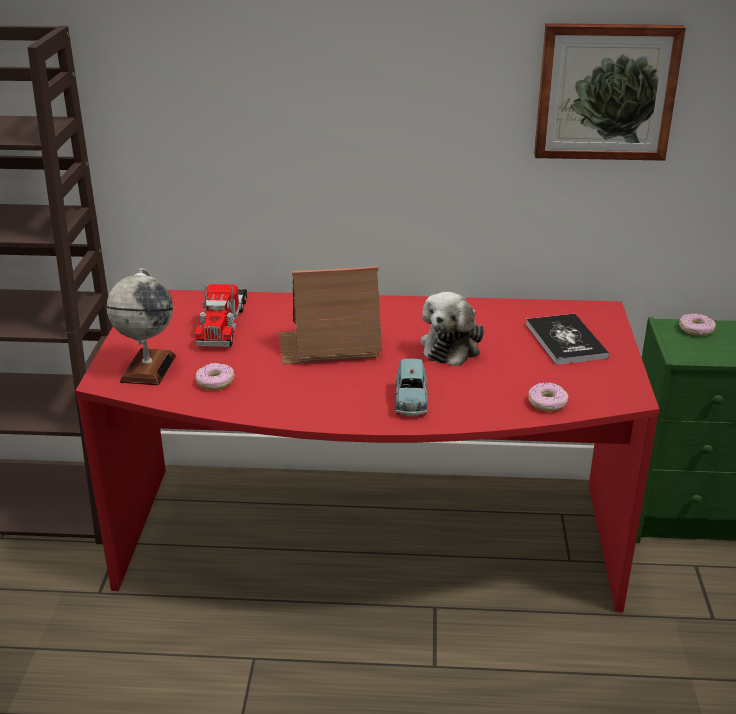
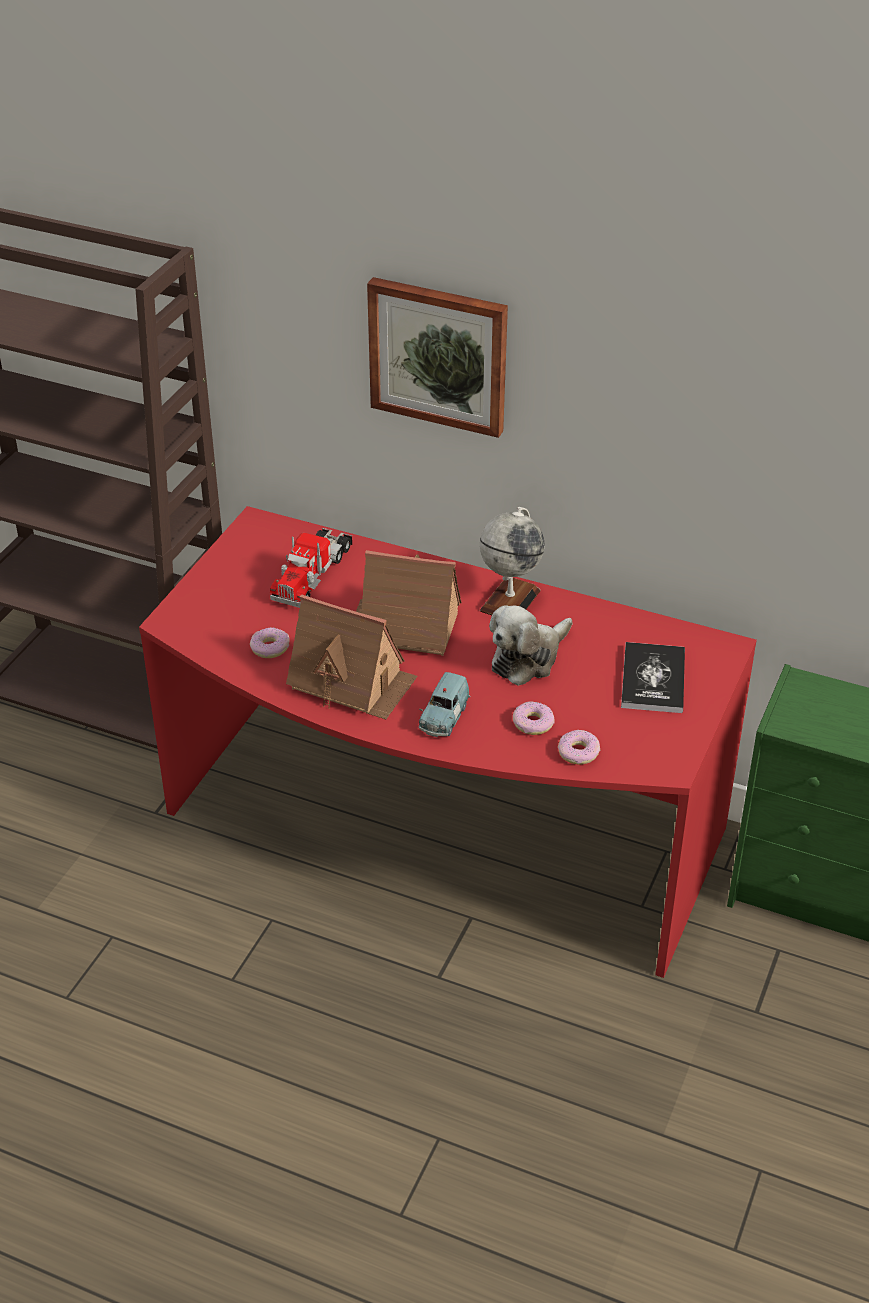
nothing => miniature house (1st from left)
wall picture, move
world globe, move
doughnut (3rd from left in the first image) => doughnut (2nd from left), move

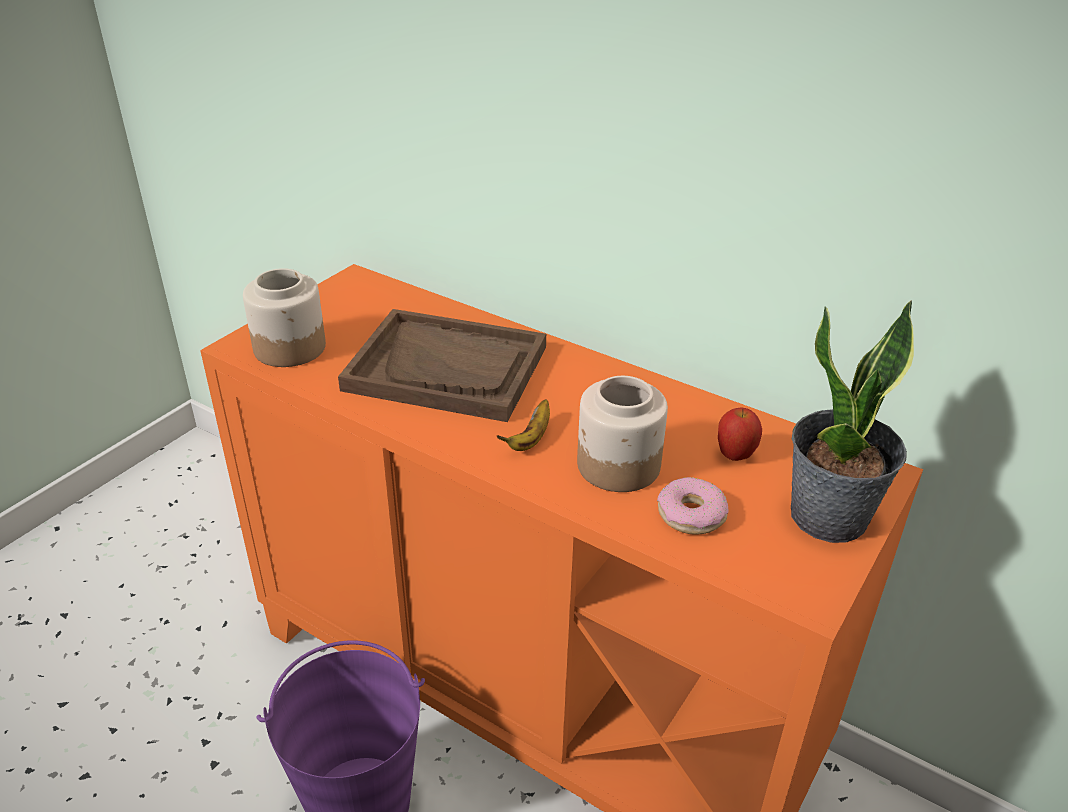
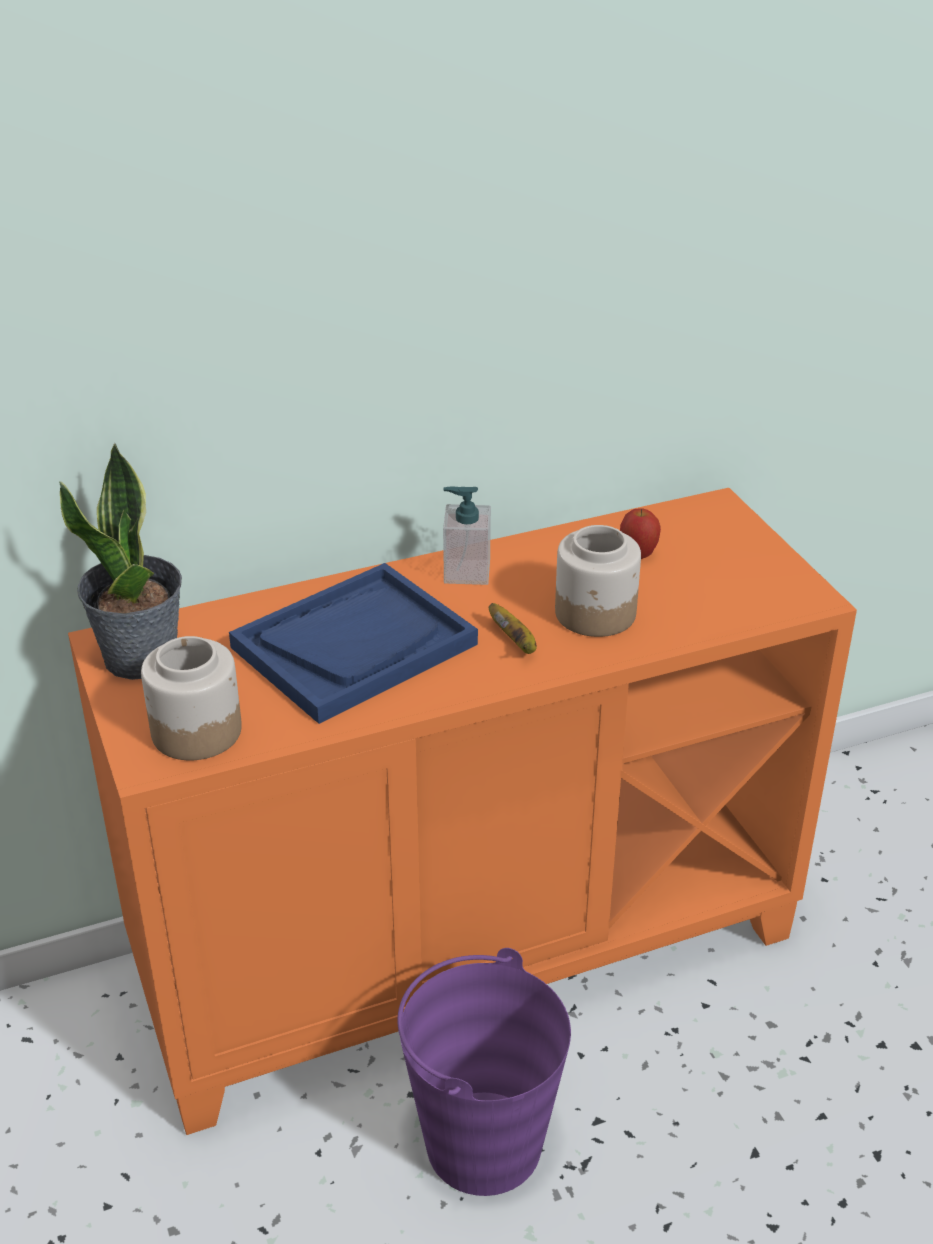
potted plant, move
brown-coloured carrying tray => blue carrying tray
nothing => soap dispenser
doughnut => nothing

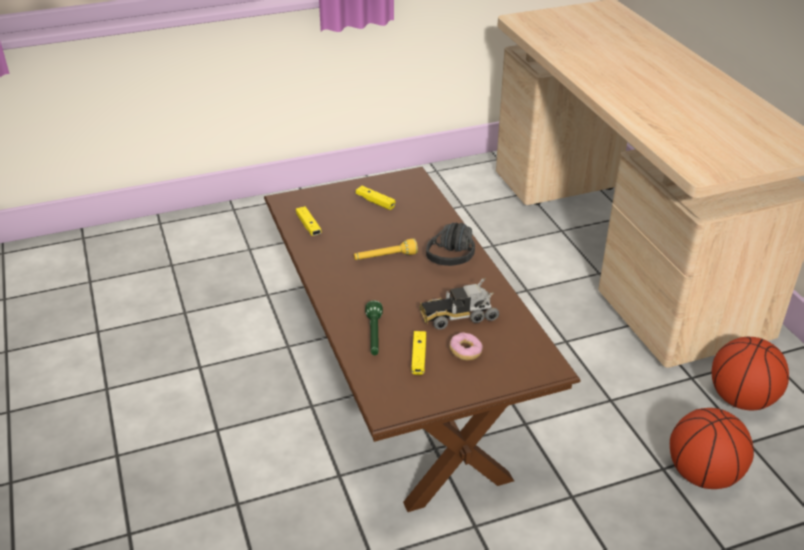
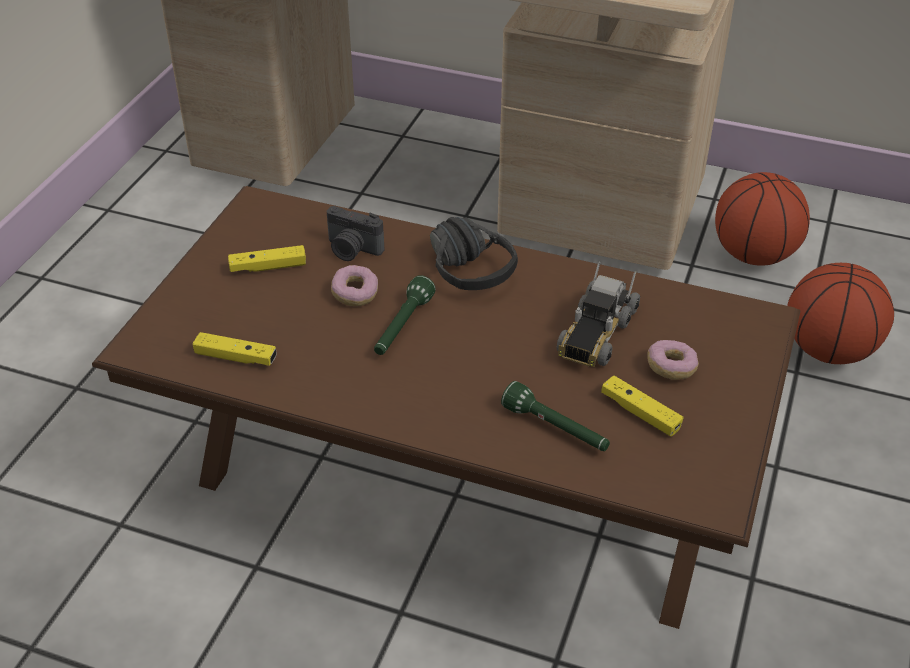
nothing => photo camera
nothing => doughnut (1st from left)
yellowish hand torch => greenish hand torch (1st from left)

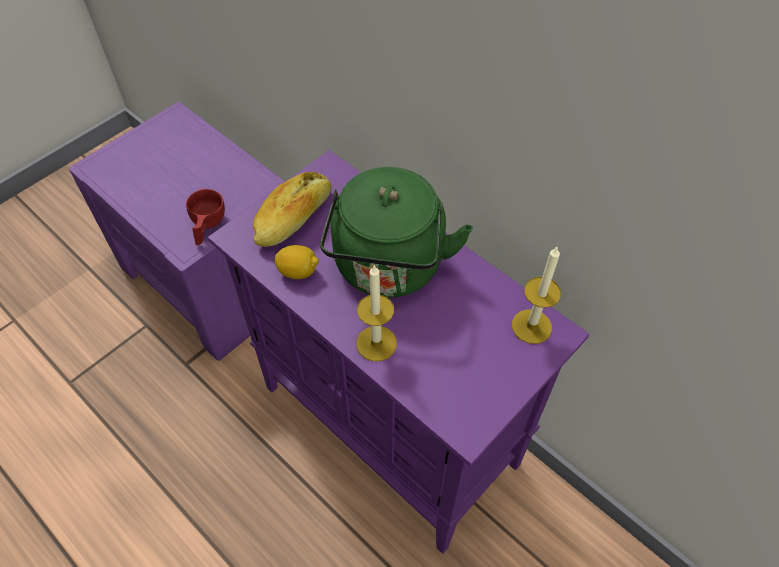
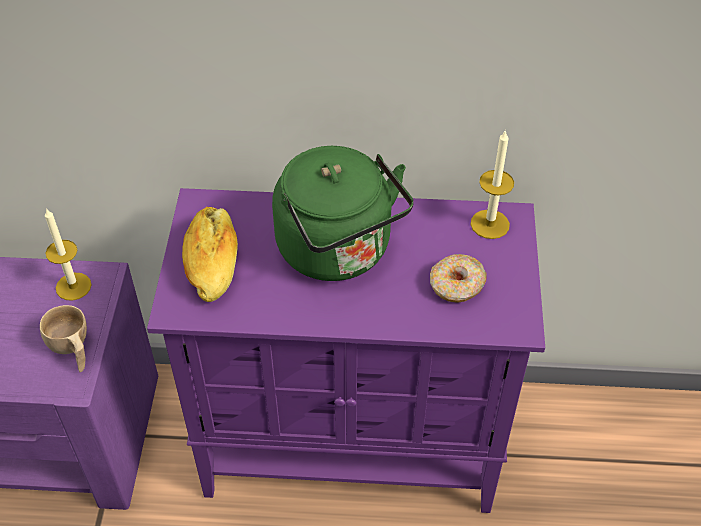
red-coloured small cup => beige small cup
candle (1st from left), move
nothing => doughnut
citrus fruit => nothing

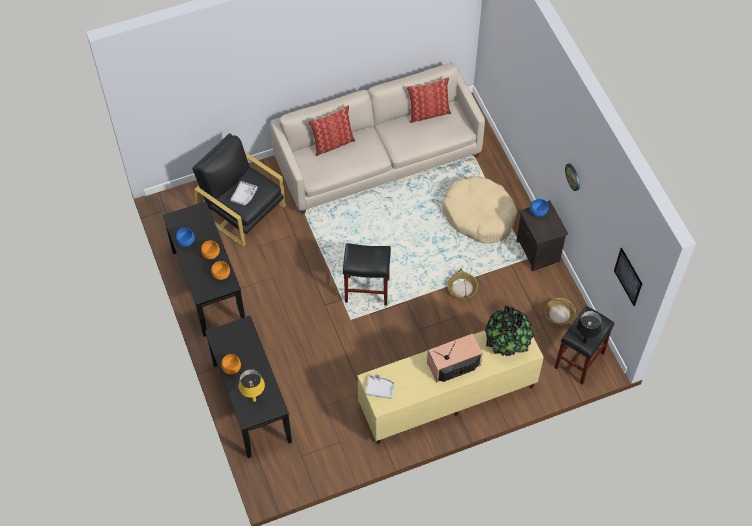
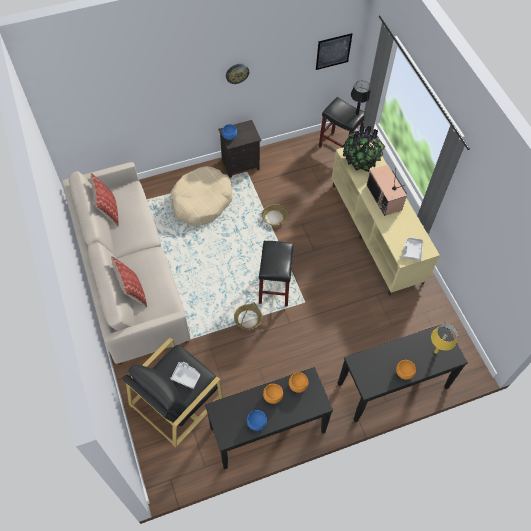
storage basket (2nd from left in the first image) => storage basket (1st from left), move

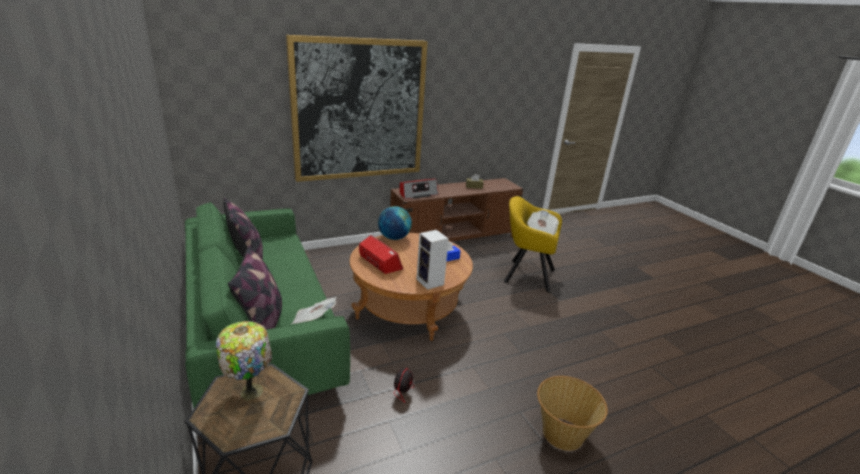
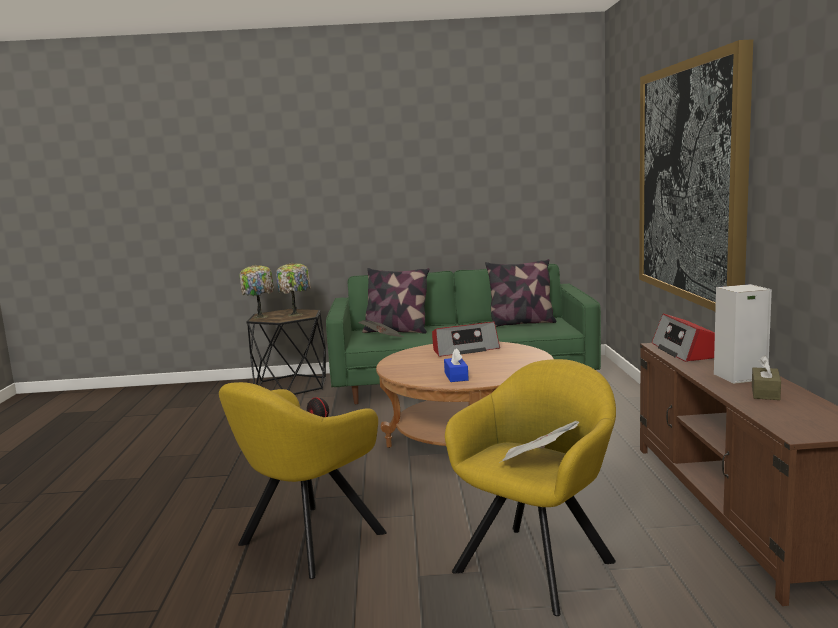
nothing => yellowish easy chair (1st from left)
nothing => tabletop lamp (1st from left)
loudspeaker, move
world globe => nothing
storage basket => nothing

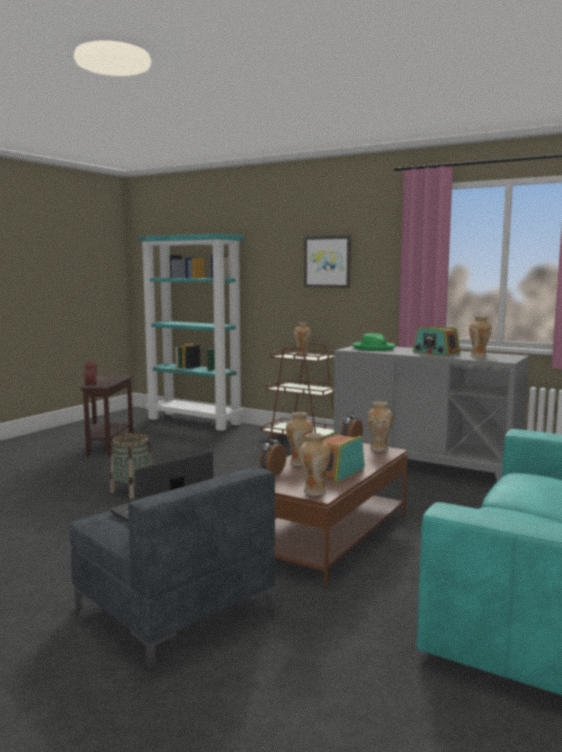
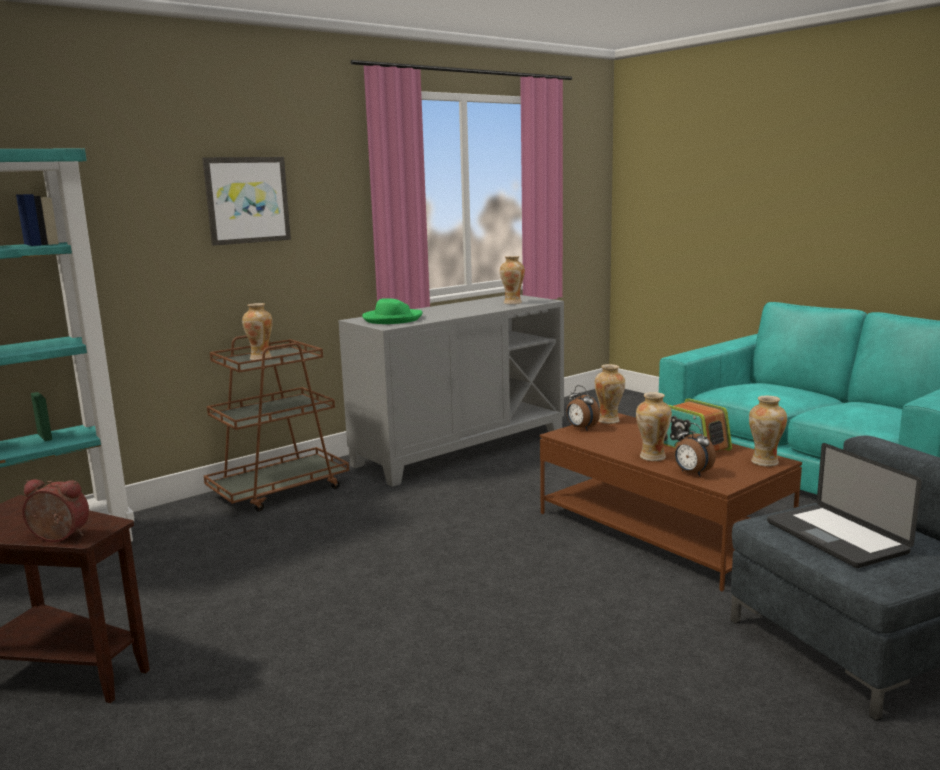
storage basket => nothing
radio receiver (2nd from left) => nothing

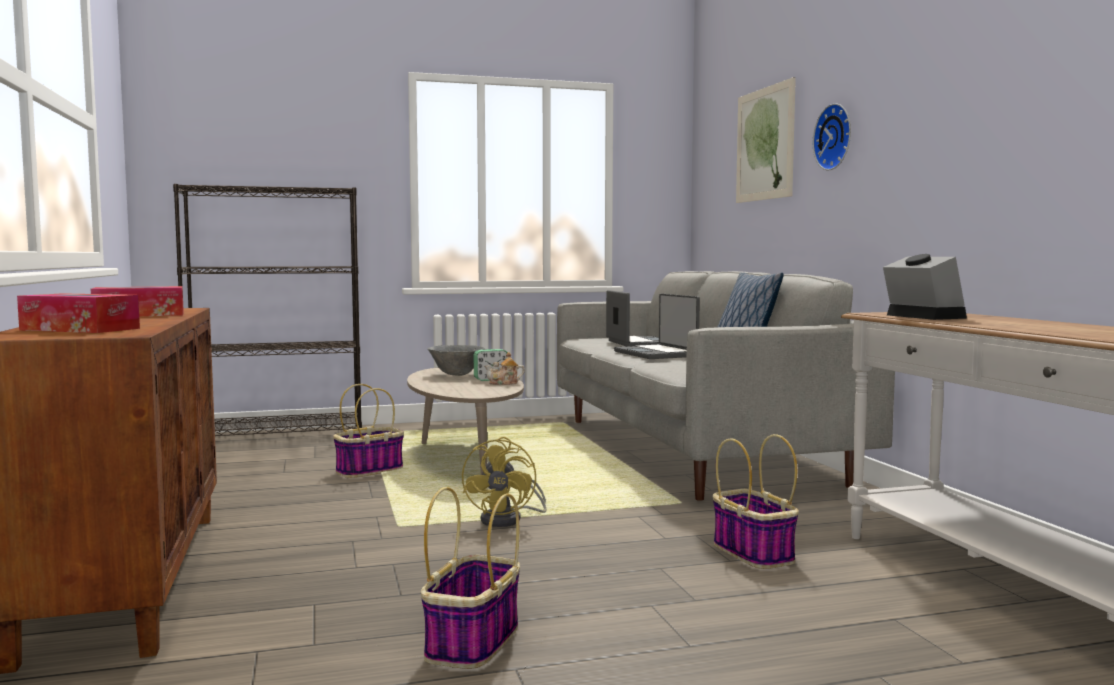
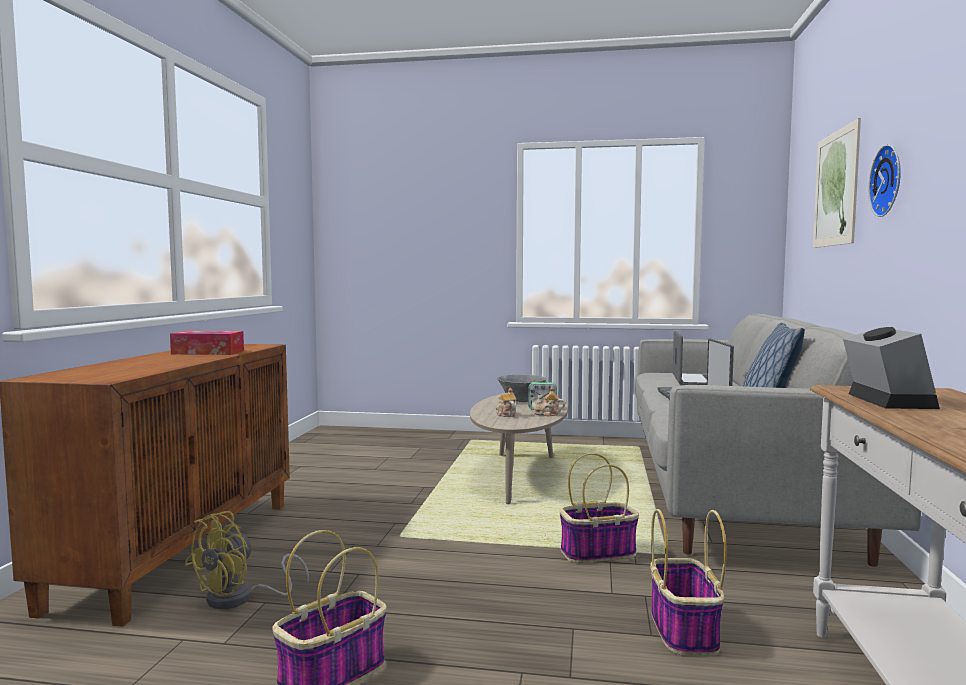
yellowish cooling fan, move
nothing => tea pot (1st from left)
storage basket (1st from left in the first image) => storage basket (2nd from left), move
box of tissues (1st from left) => nothing
black-coloured shelving unit => nothing

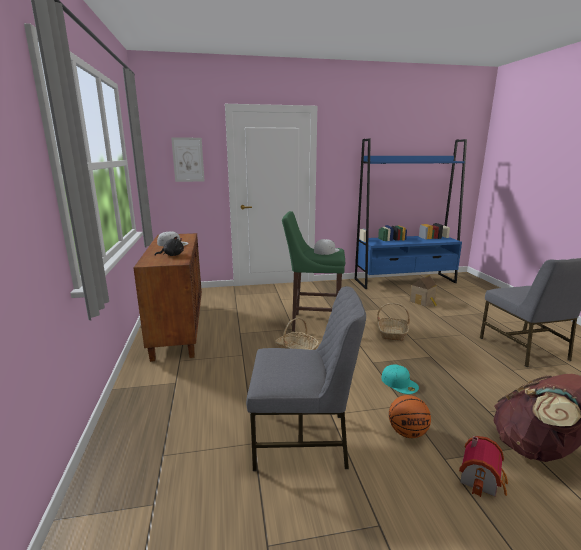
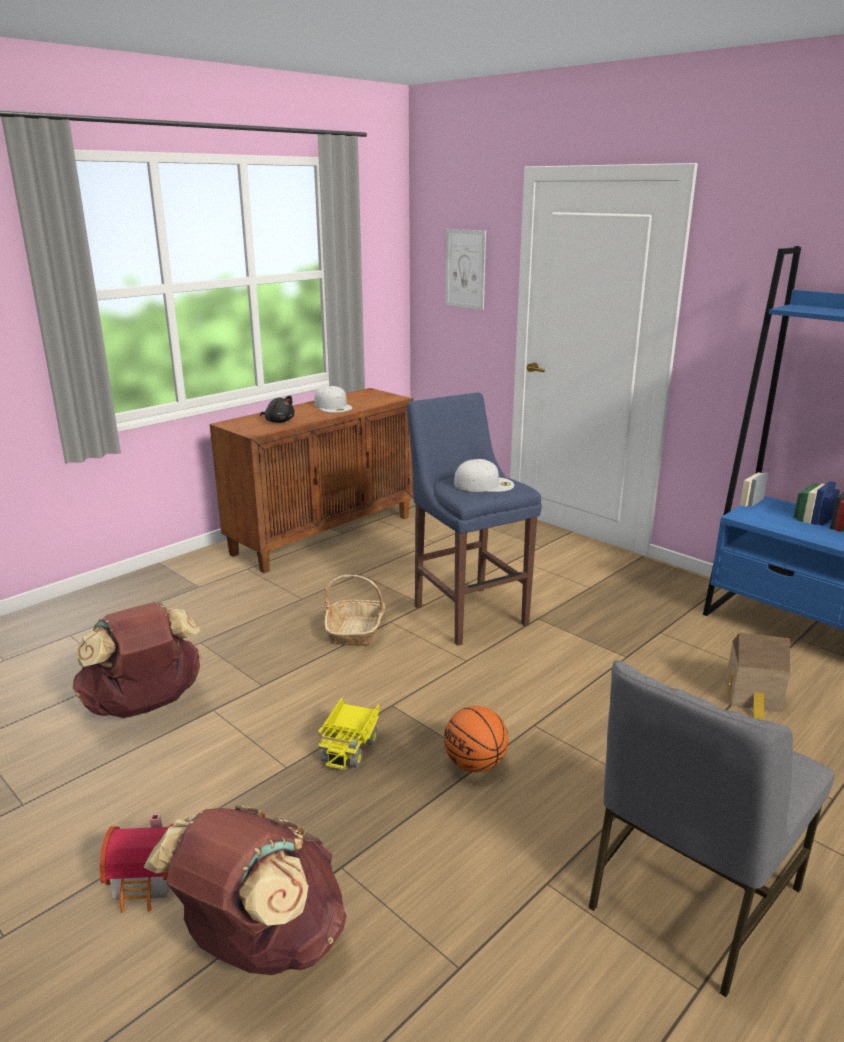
greyish upright chair (1st from left) => brown-coloured knapsack (1st from left)
turquoise peaked cap => model truck
greenish stool => blue stool
ball for basketball, move
storage basket (2nd from left) => nothing

